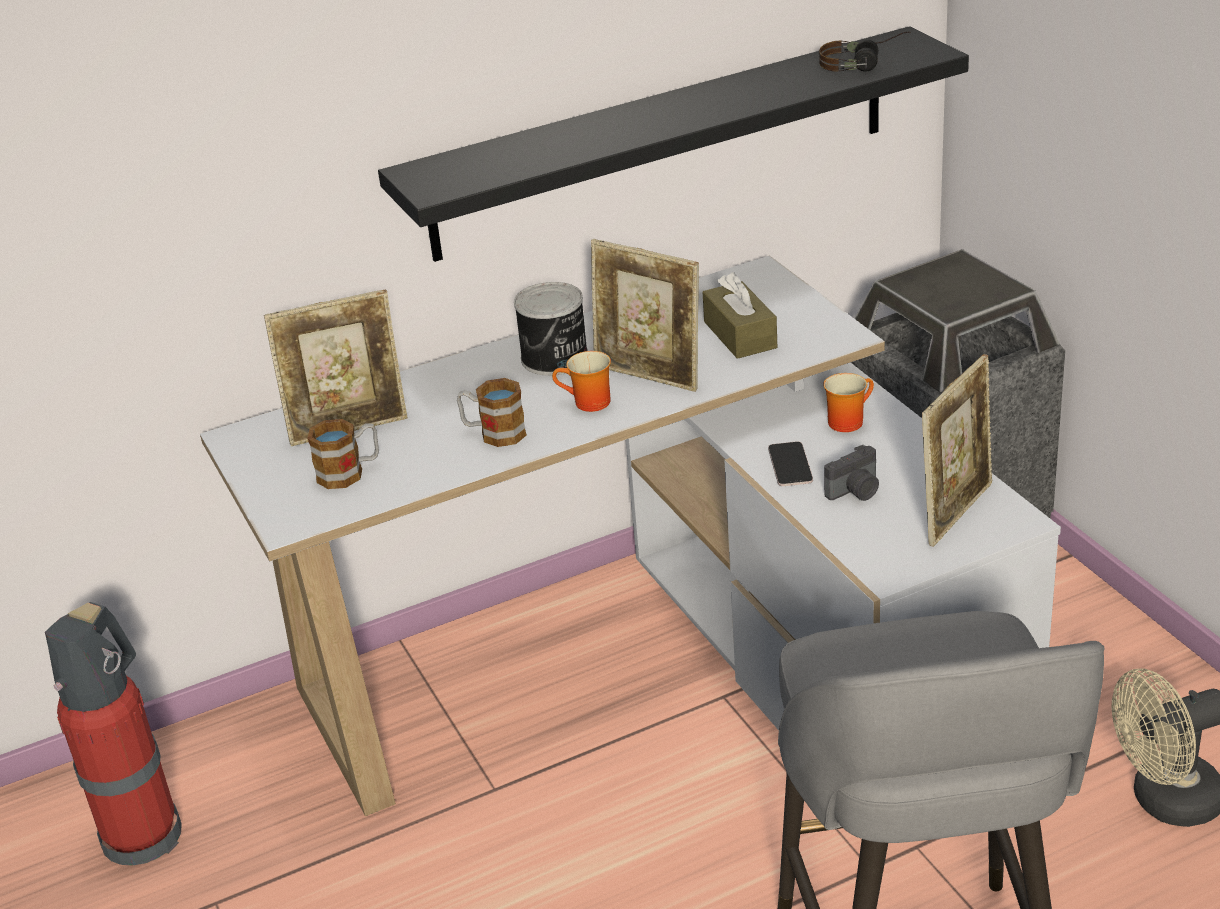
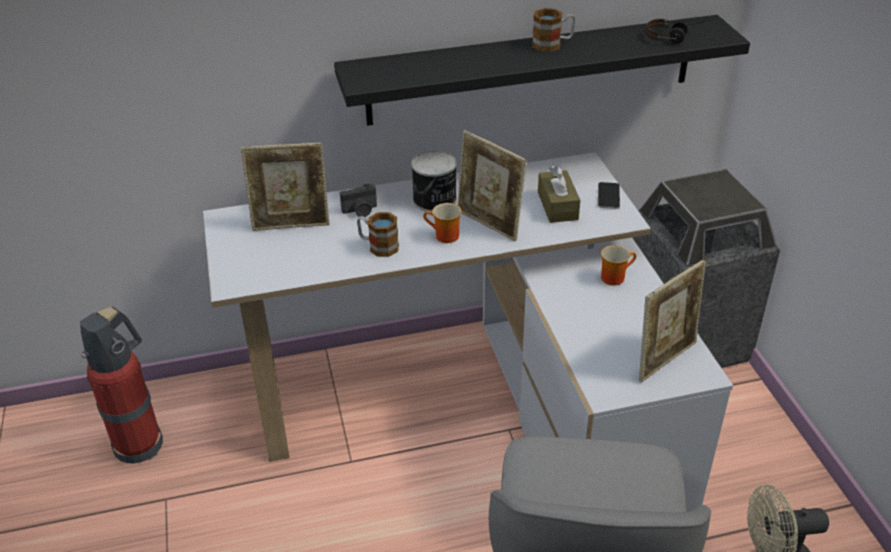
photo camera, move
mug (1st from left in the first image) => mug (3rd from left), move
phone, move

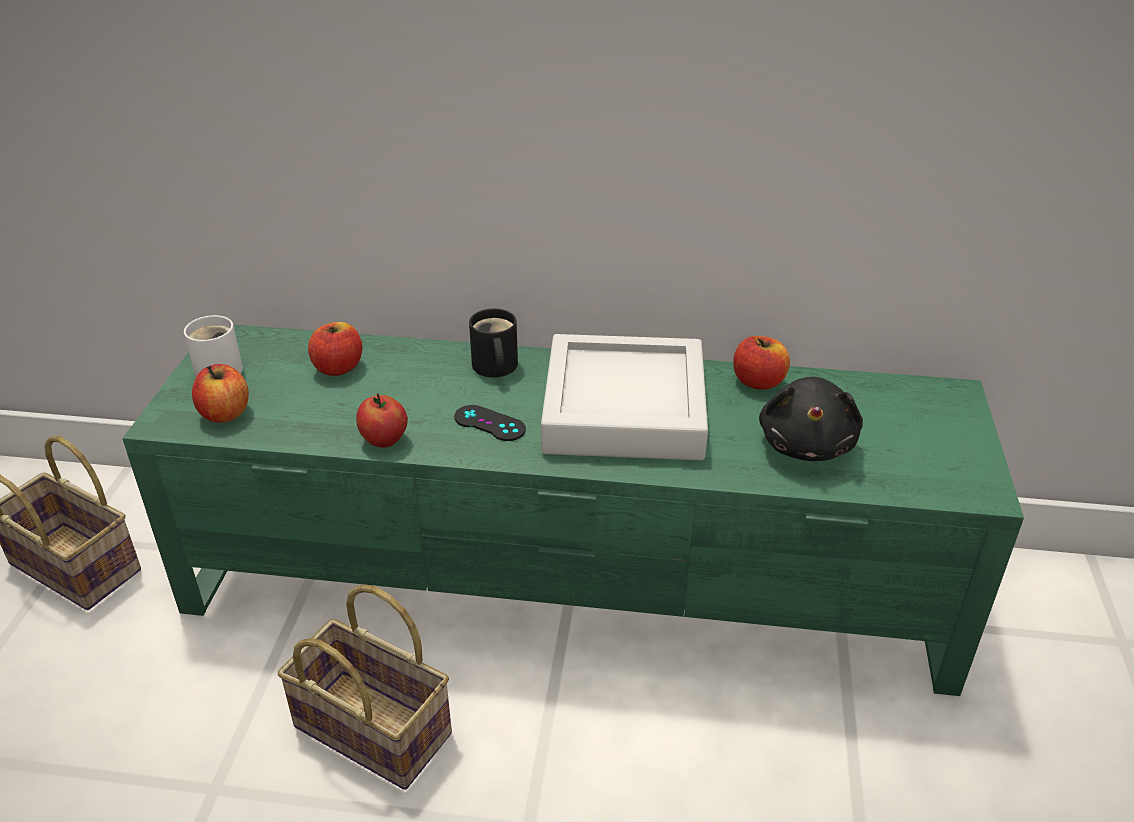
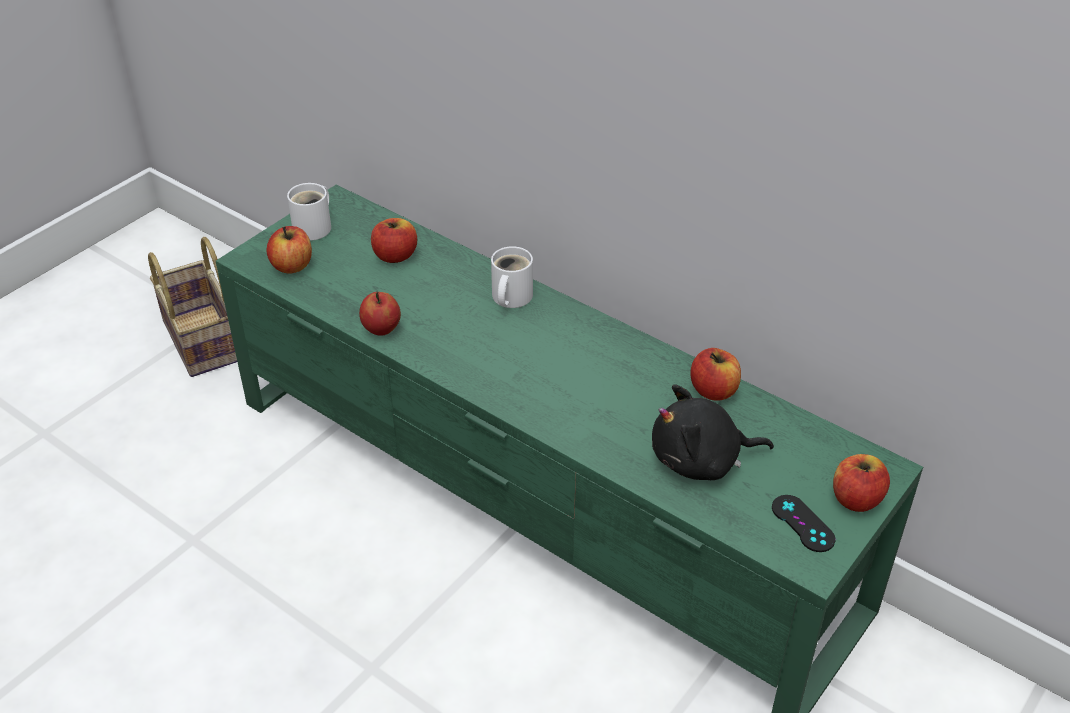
black-coloured mug => white-coloured mug (2nd from left)
black-coloured cuddly toy, 45 degrees clockwise
black-coloured game controller, move
nothing => apple fruit (5th from left)
storage basket (2nd from left) => nothing
greyish carrying tray => nothing

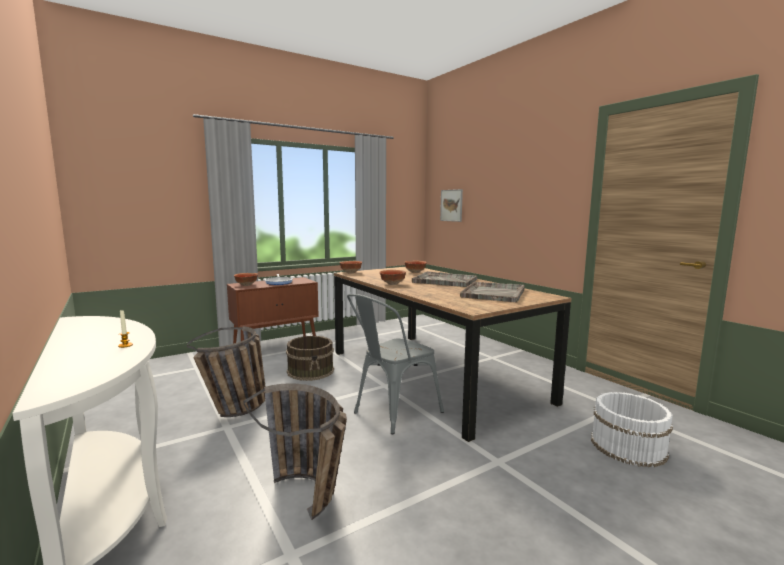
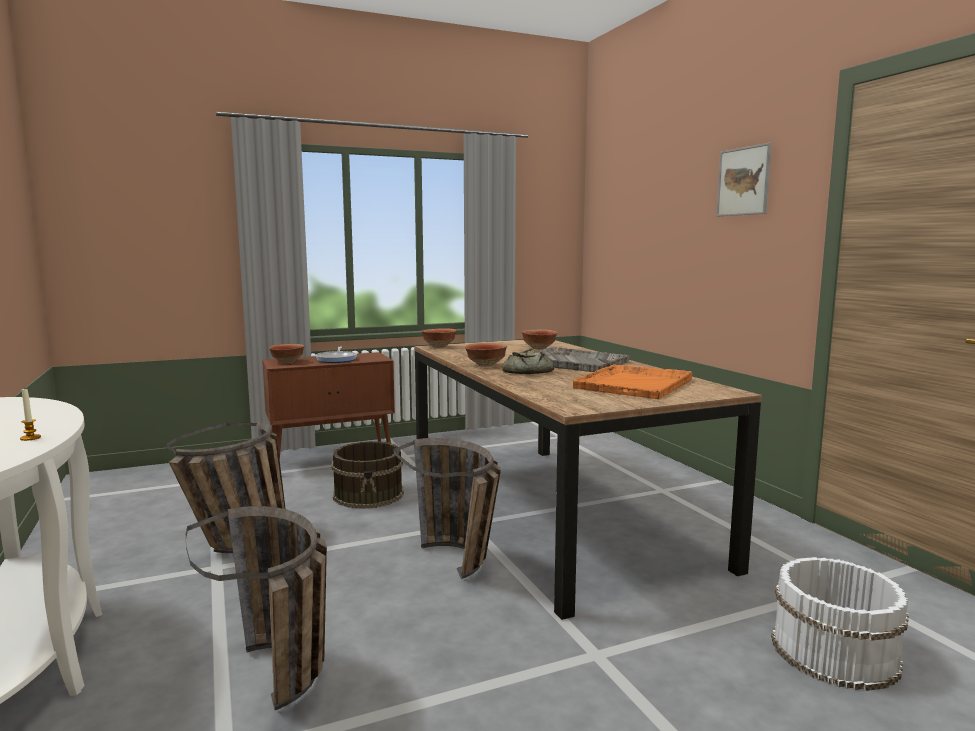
greyish upright chair => storage basket (3rd from left)
nothing => bakery bread
greyish carrying tray (2nd from left) => orangey carrying tray
wall picture, move

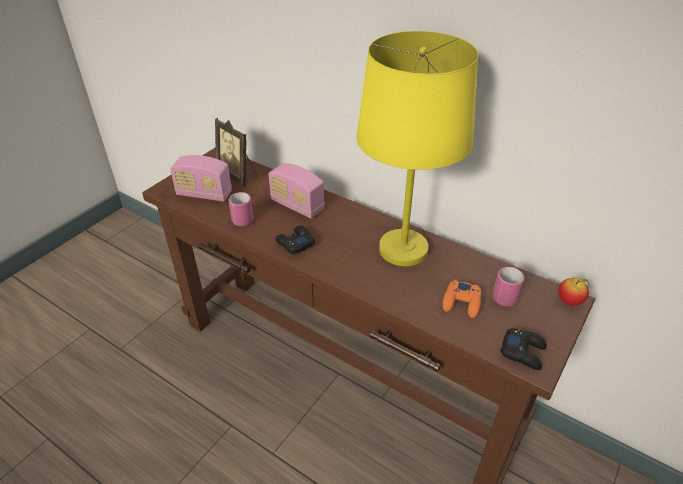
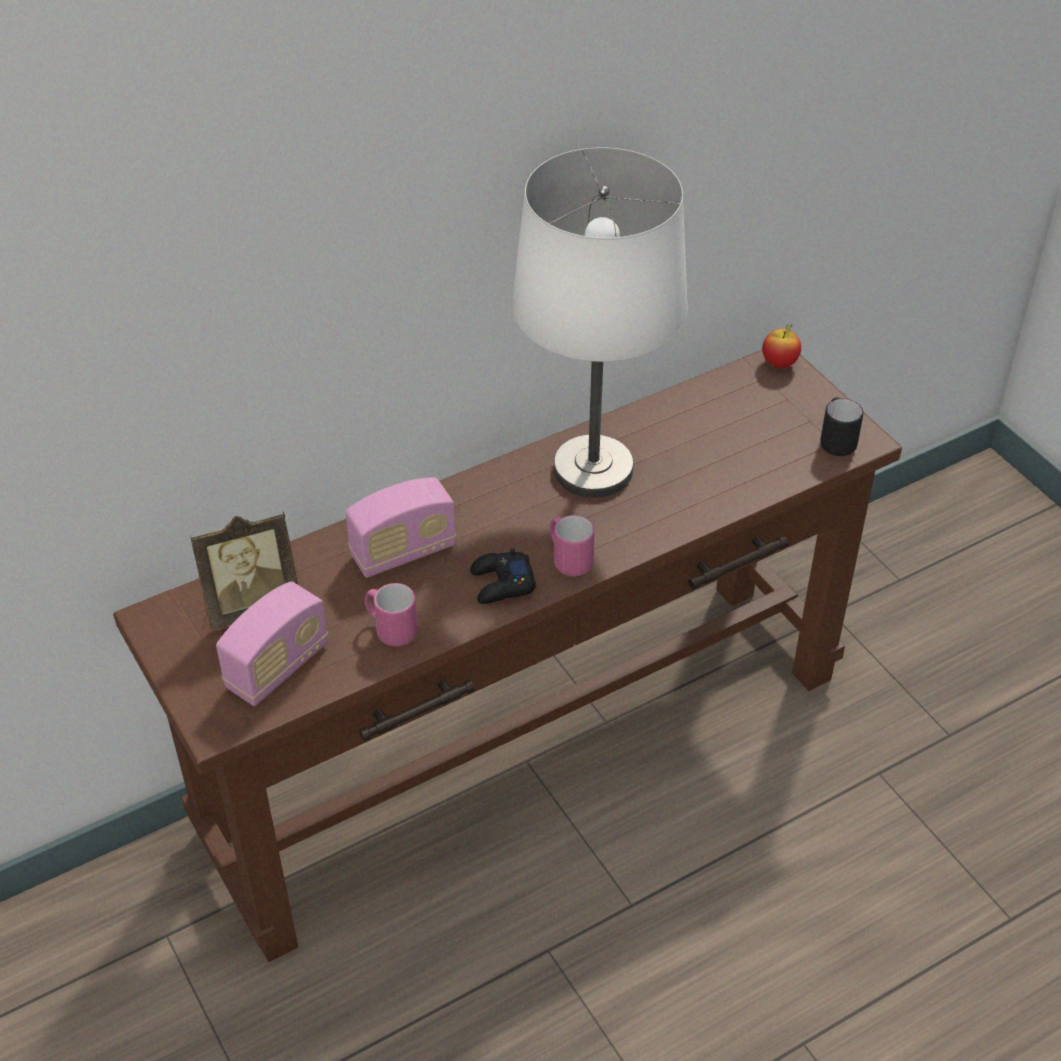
yellowish tabletop lamp => white-coloured tabletop lamp
pink-coloured mug (2nd from left), move
black-coloured game controller (2nd from left) => black-coloured mug
orangey game controller => nothing

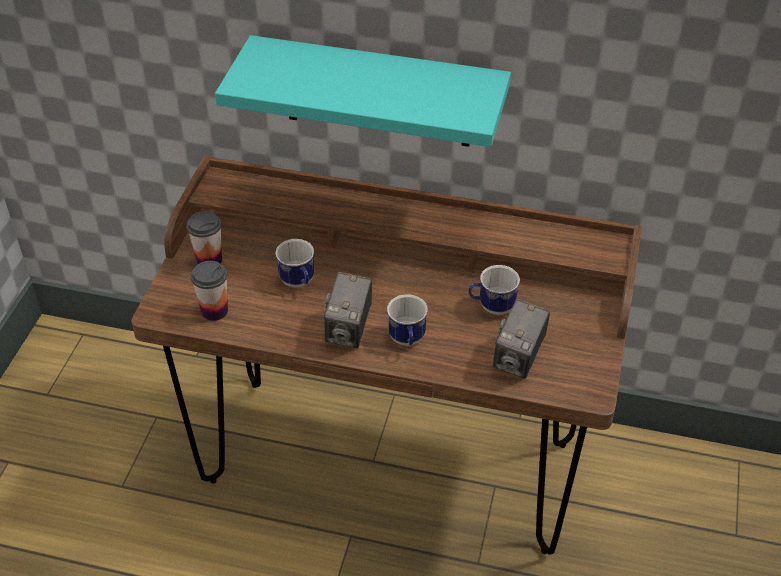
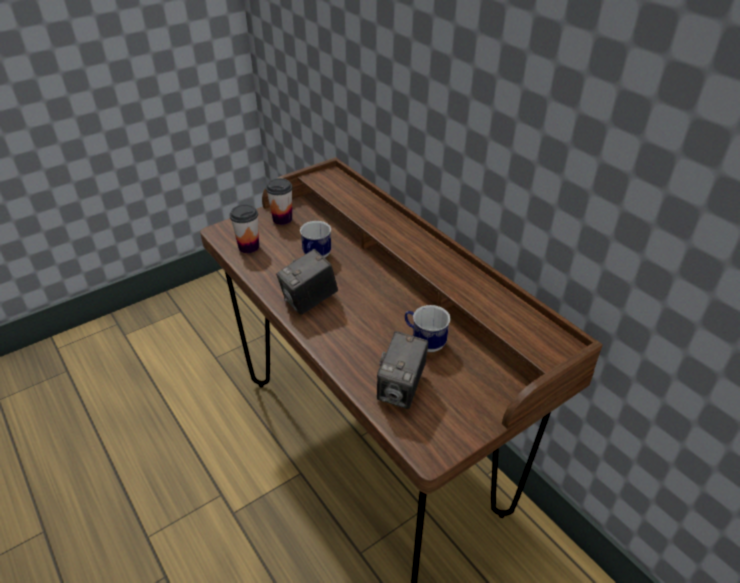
photo camera (2nd from left), 45 degrees counterclockwise
turquoise shelf => nothing
mug (2nd from left) => nothing

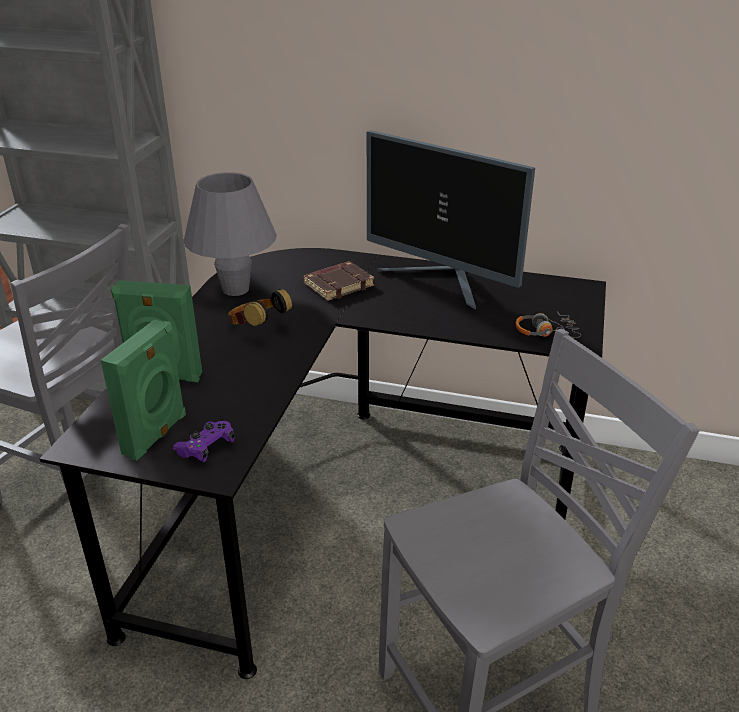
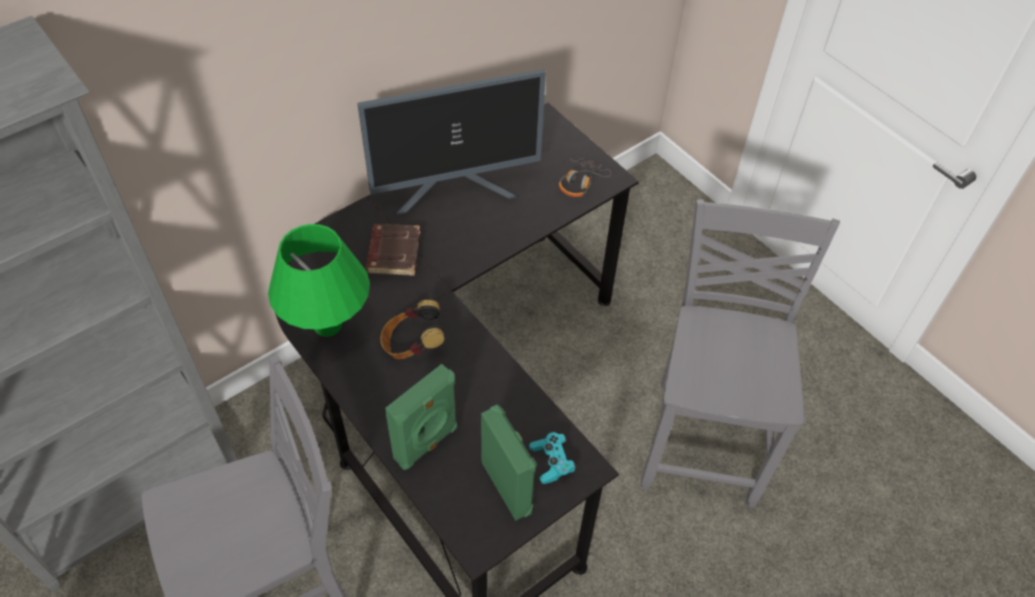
greyish tabletop lamp => greenish tabletop lamp
purple game controller => turquoise game controller

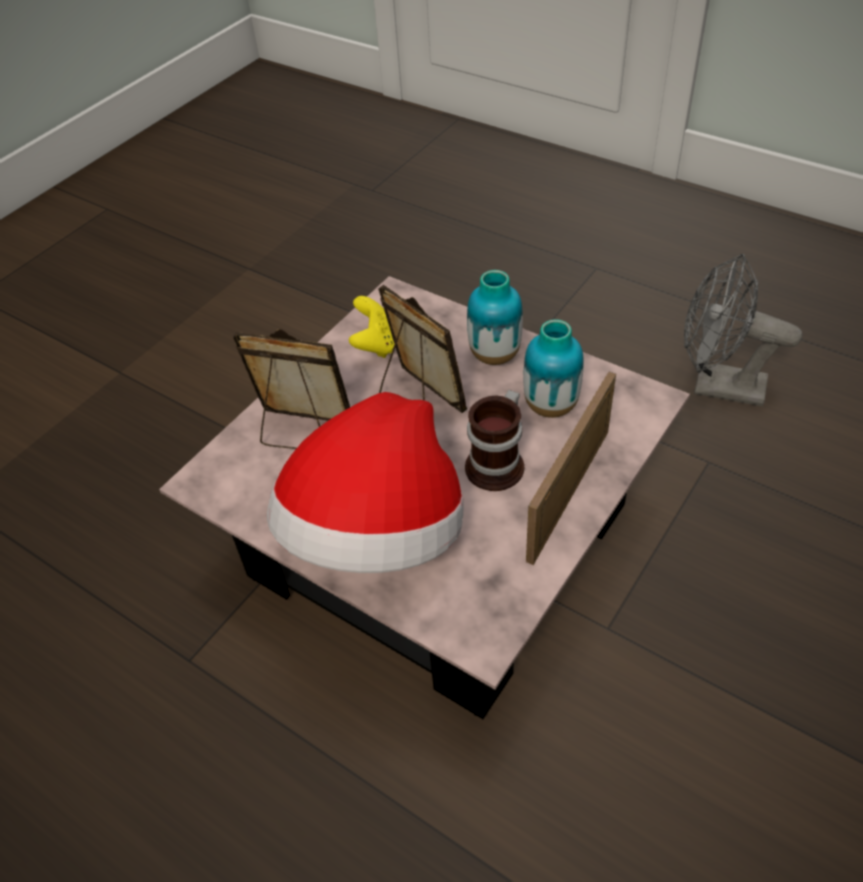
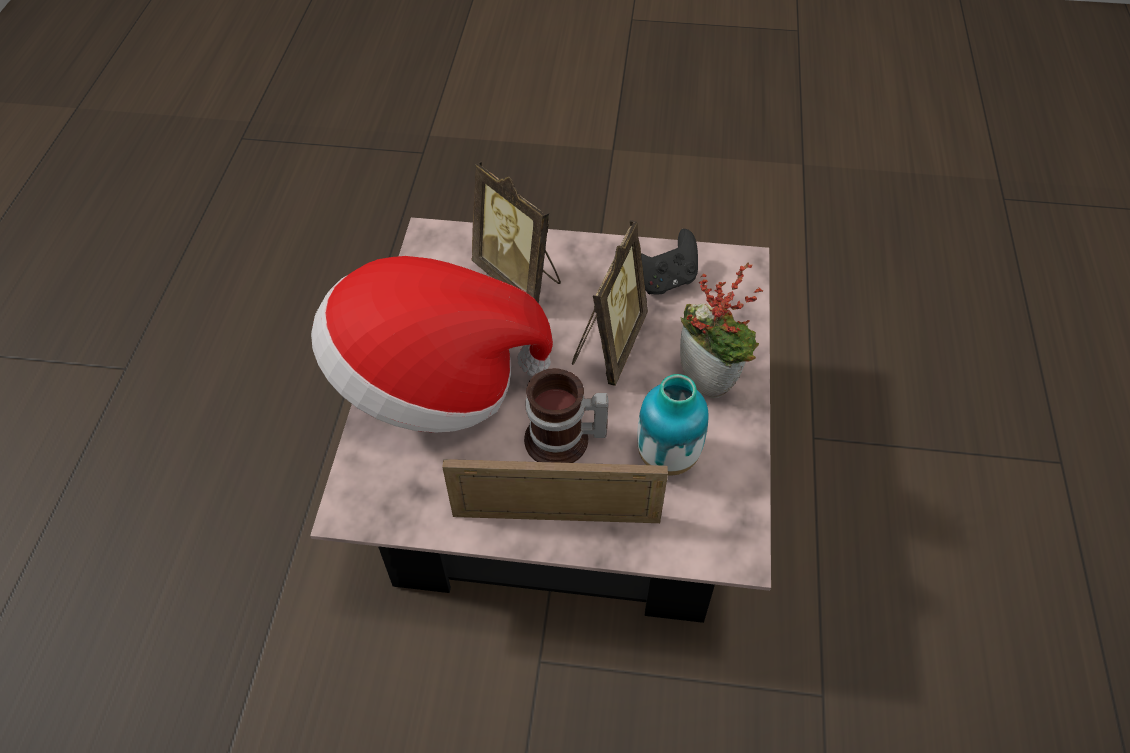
photo frame (1st from left), 150 degrees clockwise
yellowish game controller => black-coloured game controller
decorative vase (1st from left) => potted plant
greyish cooling fan => nothing

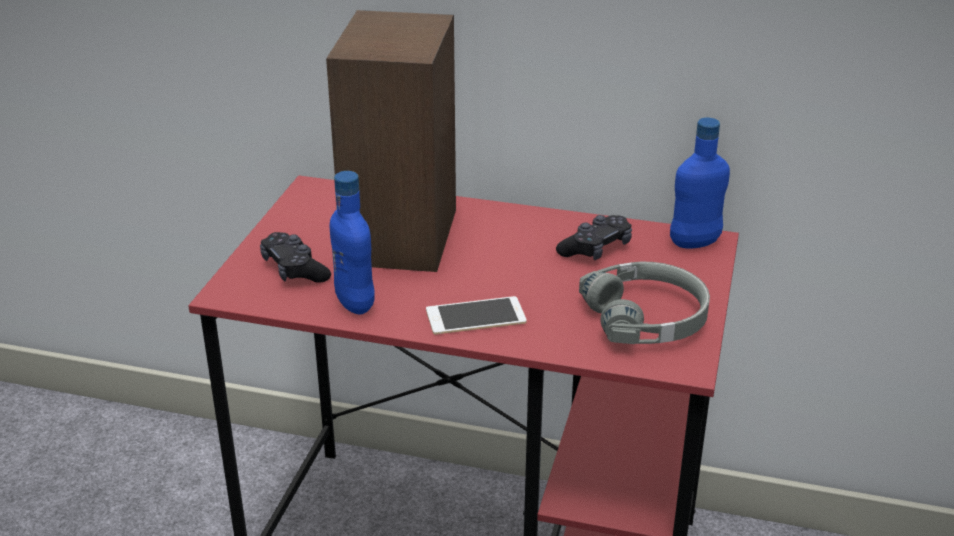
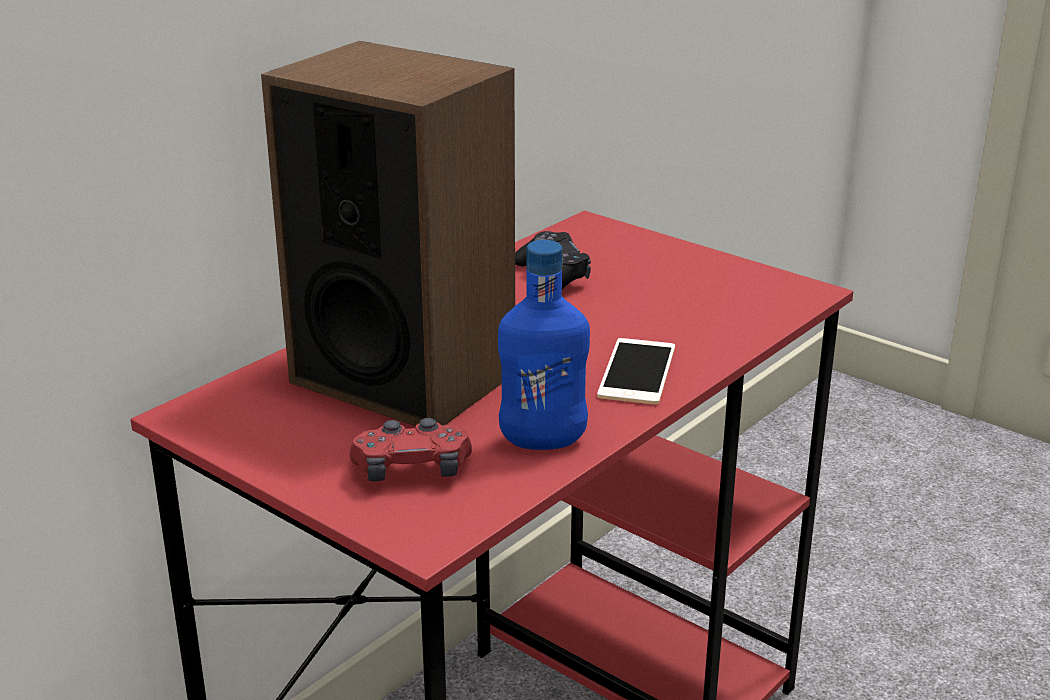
black-coloured game controller (1st from left) => red-coloured game controller
greyish headset => nothing
blue beverage bottle (2nd from left) => nothing

